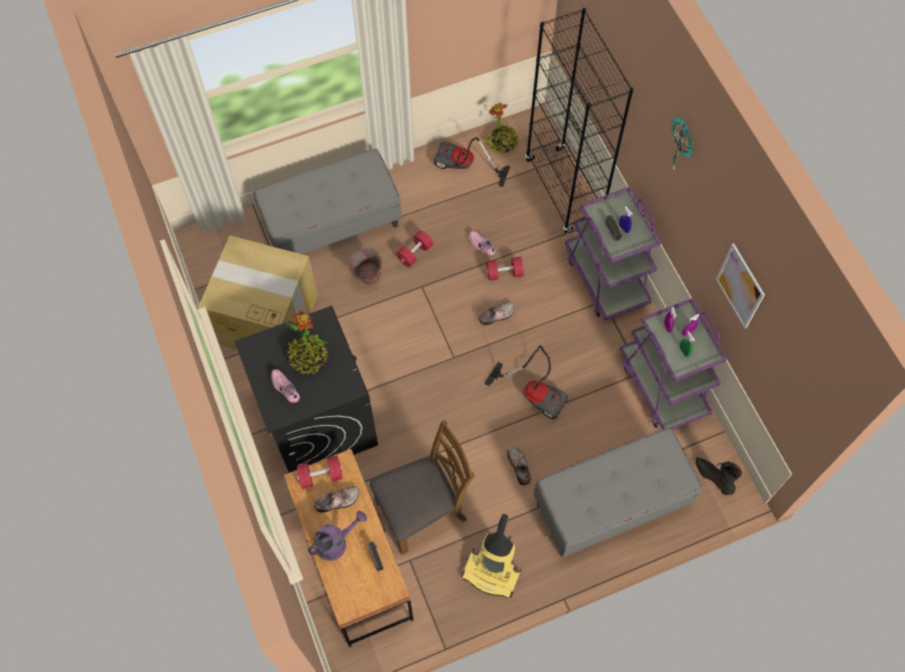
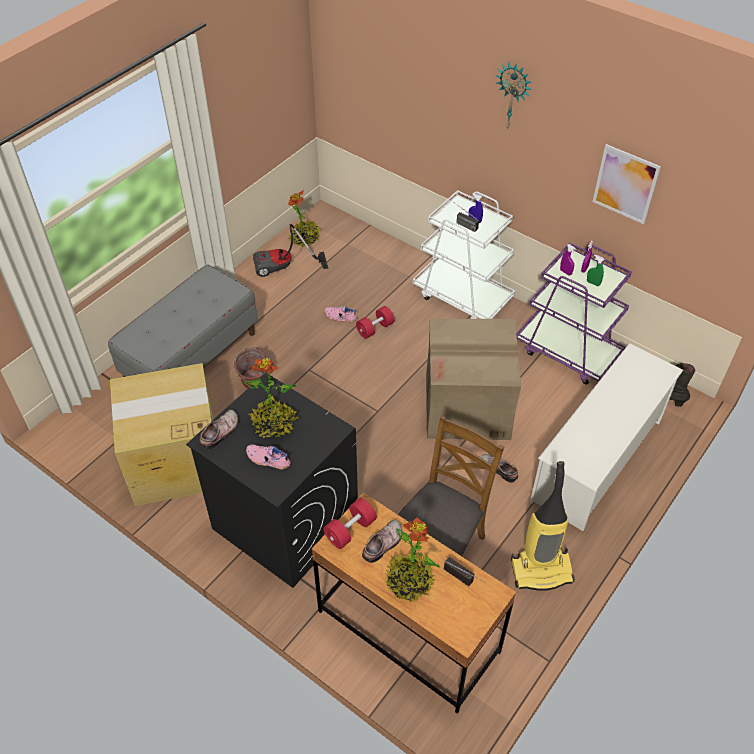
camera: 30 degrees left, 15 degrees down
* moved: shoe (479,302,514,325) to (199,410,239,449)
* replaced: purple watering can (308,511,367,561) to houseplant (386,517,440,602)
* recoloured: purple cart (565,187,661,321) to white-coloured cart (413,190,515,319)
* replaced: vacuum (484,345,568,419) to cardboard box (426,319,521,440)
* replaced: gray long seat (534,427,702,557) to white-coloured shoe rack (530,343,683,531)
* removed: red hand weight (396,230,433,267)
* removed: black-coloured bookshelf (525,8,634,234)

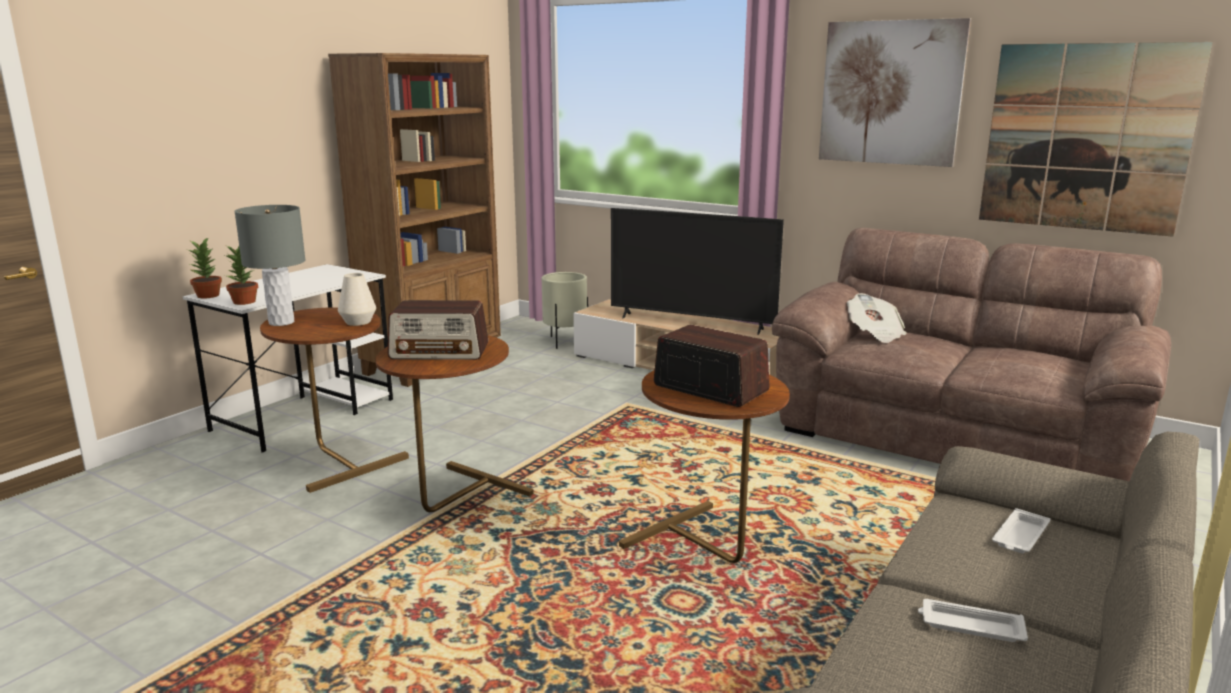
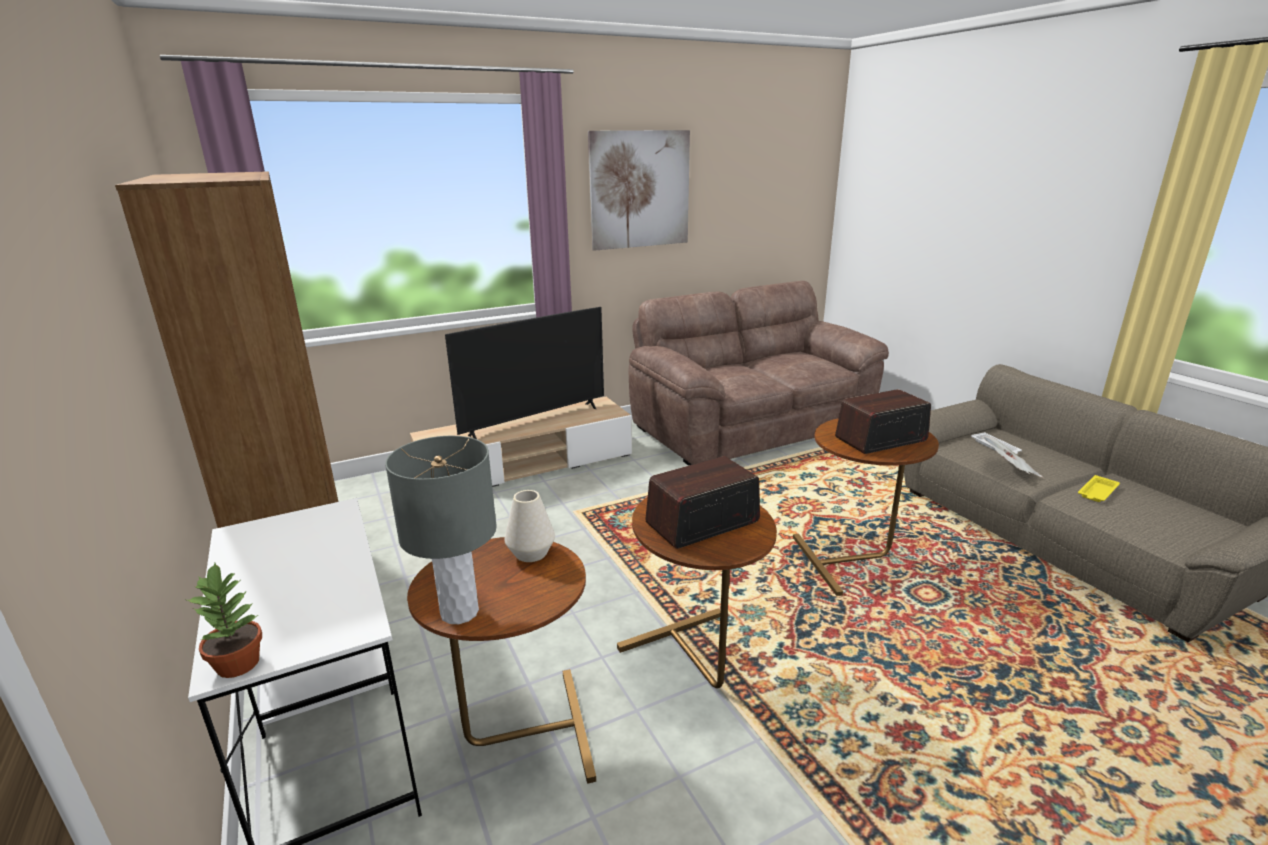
camera: 60 degrees left, 5 degrees up
* turned: radio set (388,300,488,360) = (645,456,760,549) 150 degrees counterclockwise
* moved: printed paper (847,293,907,343) to (982,436,1043,477)
* recoloured: white-coloured serving tray (918,599,1028,642) to yellowish serving tray (1078,475,1120,502)
* removed: houseplant (225,246,258,305)
* removed: sand-coloured flower pot (542,272,588,349)
* removed: wall picture (979,42,1213,237)

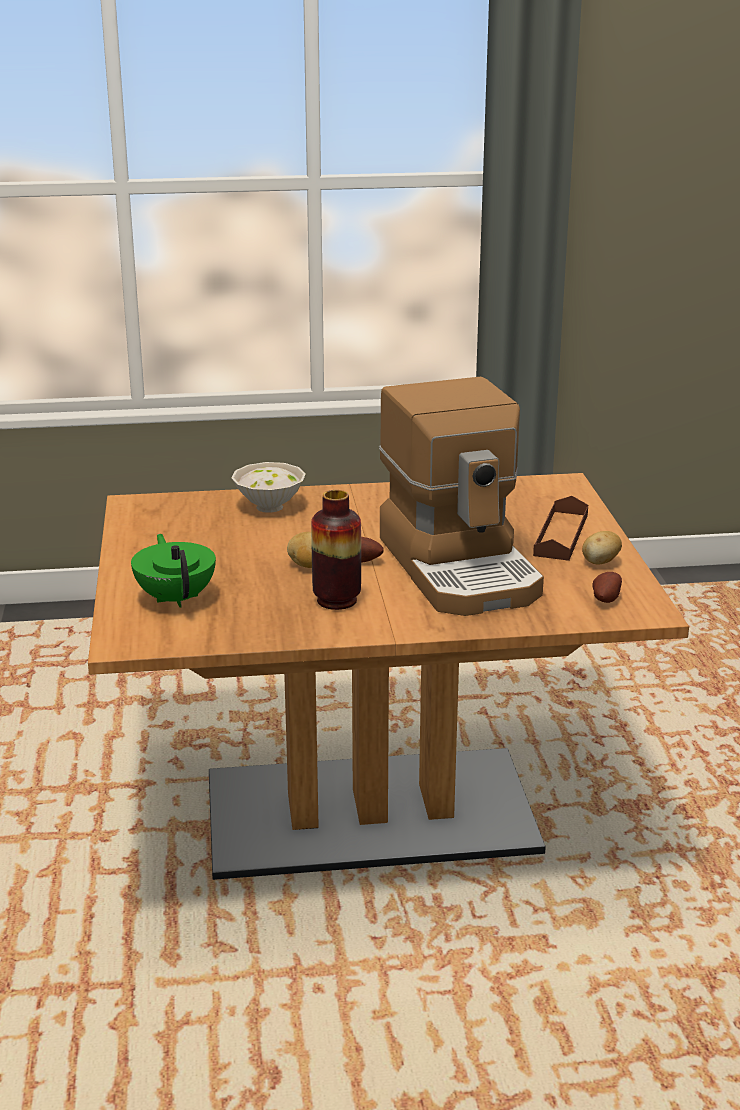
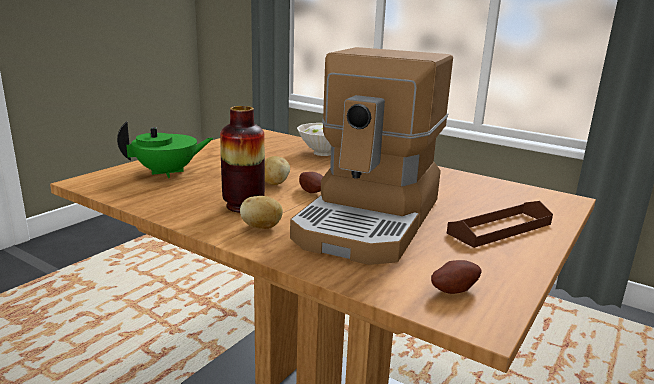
camera: 40 degrees right, 5 degrees down
* turned: green pot for tea (131,534,216,608) = (117,121,213,178) 45 degrees clockwise
* moved: potato (582,531,622,565) to (240,196,283,229)

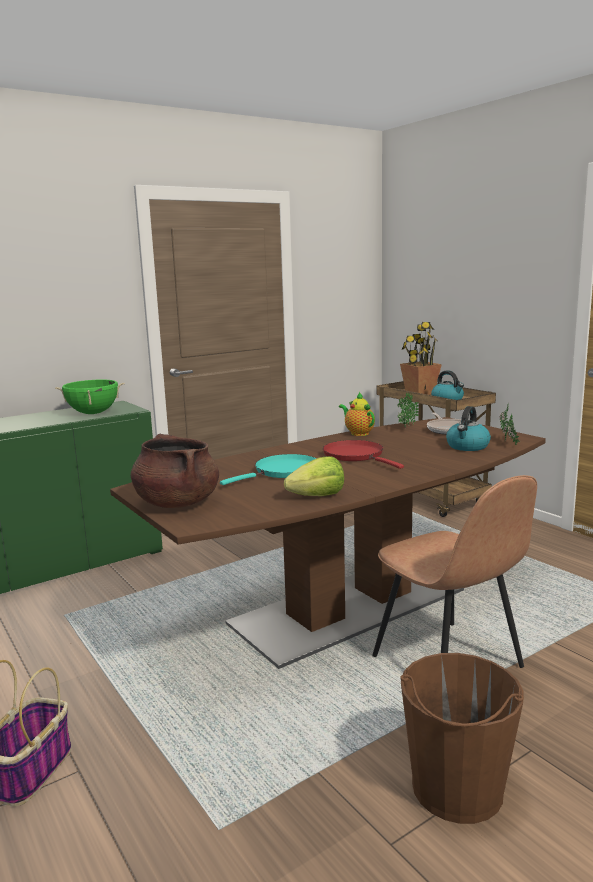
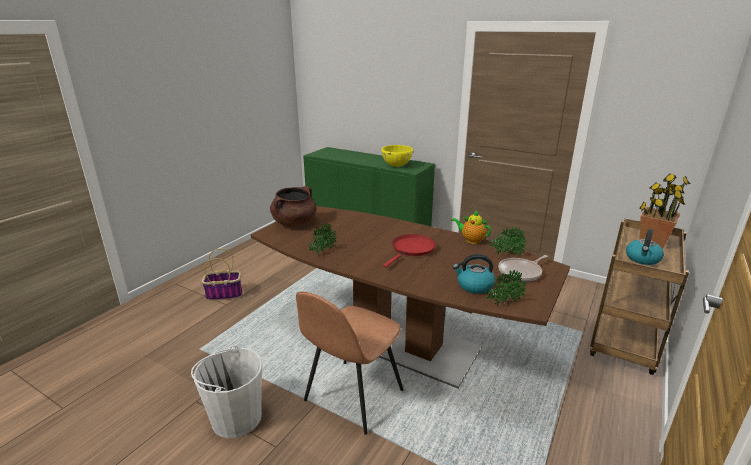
camera: 65 degrees right, 10 degrees up
* recoloured: brownish pail (400,653,524,824) to white-coloured pail (191,345,262,438)
* replaced: head of lettuce (284,456,344,496) to houseplant (308,224,337,256)
* recoloured: green stockpot (55,379,125,414) to yellowish stockpot (381,145,413,167)
* turned: pot for tea (339,392,375,436) = (451,211,491,244) 90 degrees counterclockwise
* removed: turquoise-coloured pan (220,454,317,485)

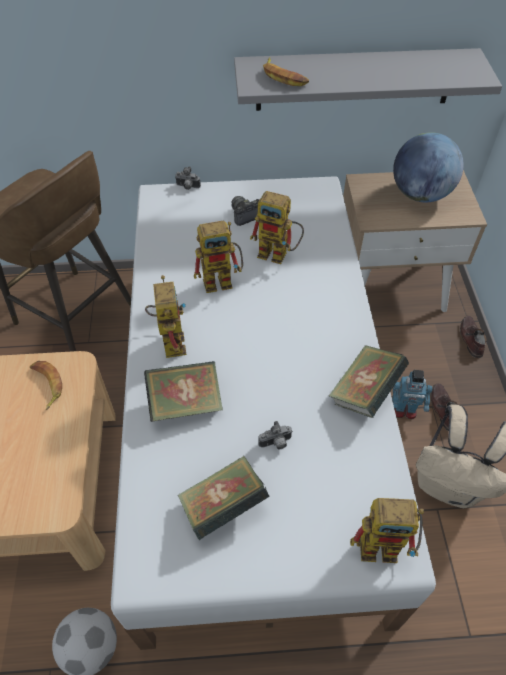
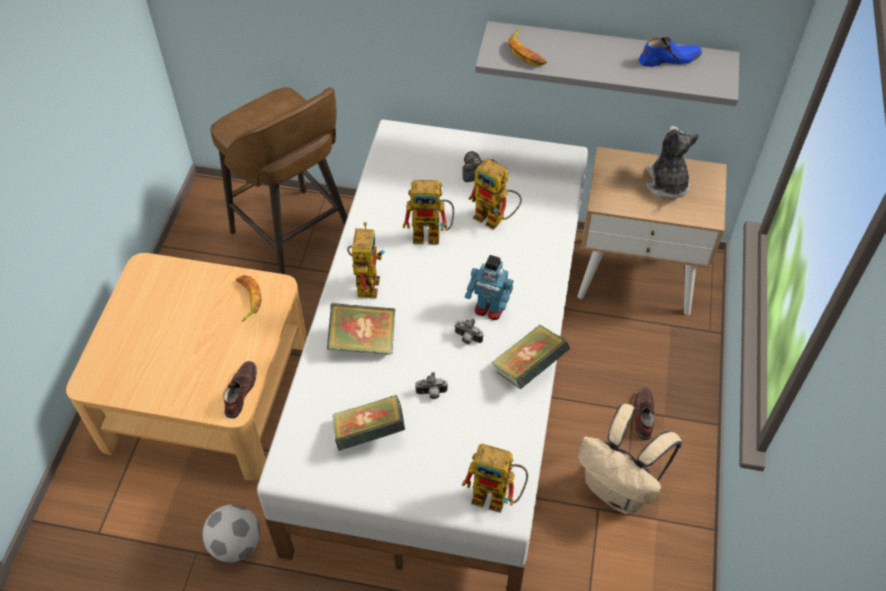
camera: 15 degrees right, 0 degrees up
* moved: brownish shoe (460,316,487,358) to (223,361,257,419)
* moved: photo camera (175,166,201,190) to (454,319,483,344)
* moved: model robot (392,370,432,419) to (465,255,513,320)
* added: bluish shoe (639,37,702,67)
* replaced: world globe (393,132,464,202) to cuddly toy (646,126,700,198)

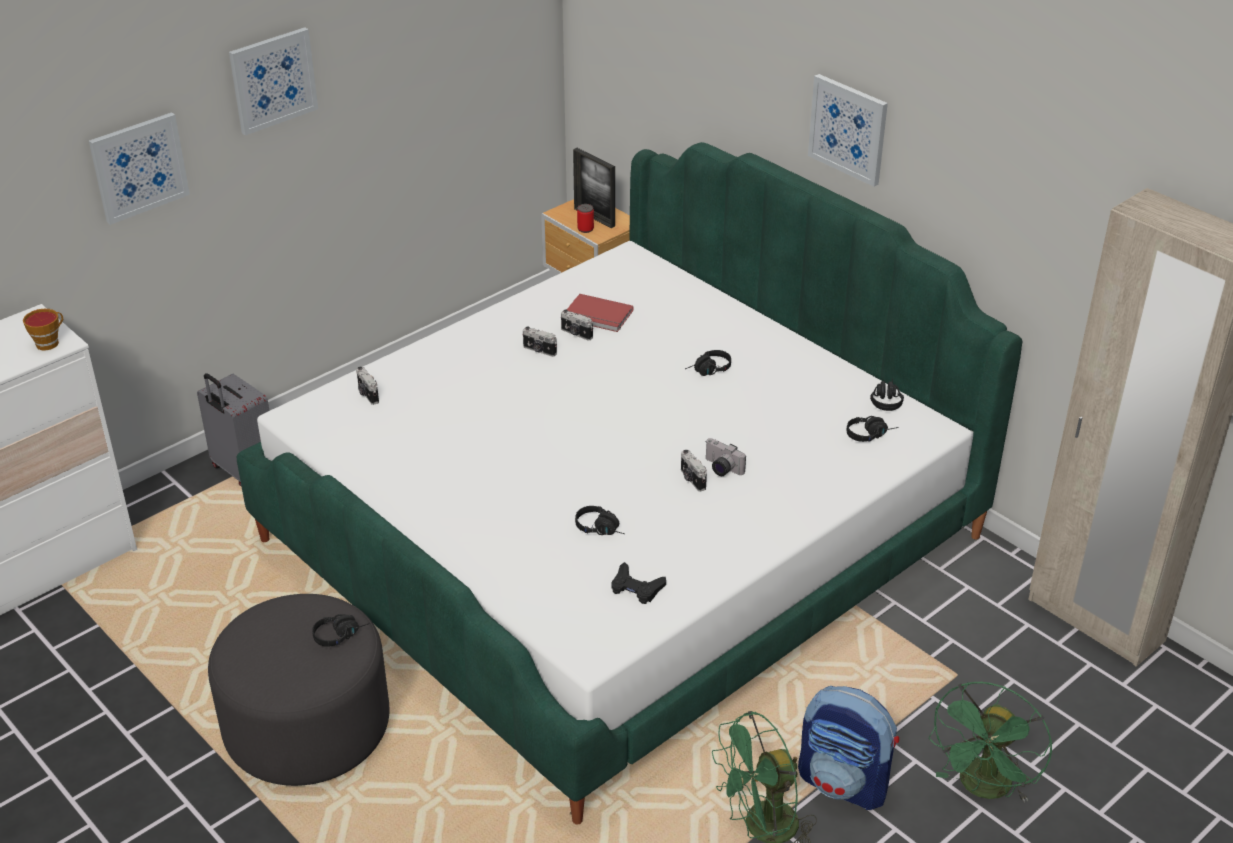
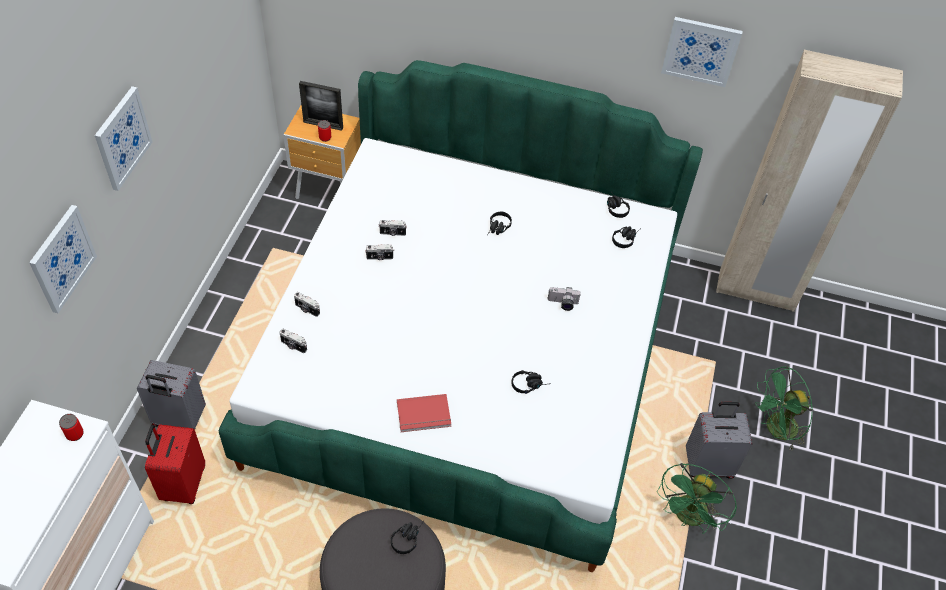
camera: 35 degrees left, 15 degrees up
* replaced: cup (23,309,63,350) to can (59,414,84,441)
* added: red travel case (145,424,205,504)
* moved: photo camera (681,450,707,492) to (294,292,320,317)
* moved: red volume (567,294,634,332) to (397,394,451,432)
* moved: wall picture (808,74,888,187) to (661,17,743,87)
* replaced: knapsack (798,686,899,810) to gray travel case (686,402,752,479)
* turned: green fan (928,682,1052,802) = (755,366,814,449) 75 degrees clockwise
* removed: black-coloured joypad (611,562,666,604)

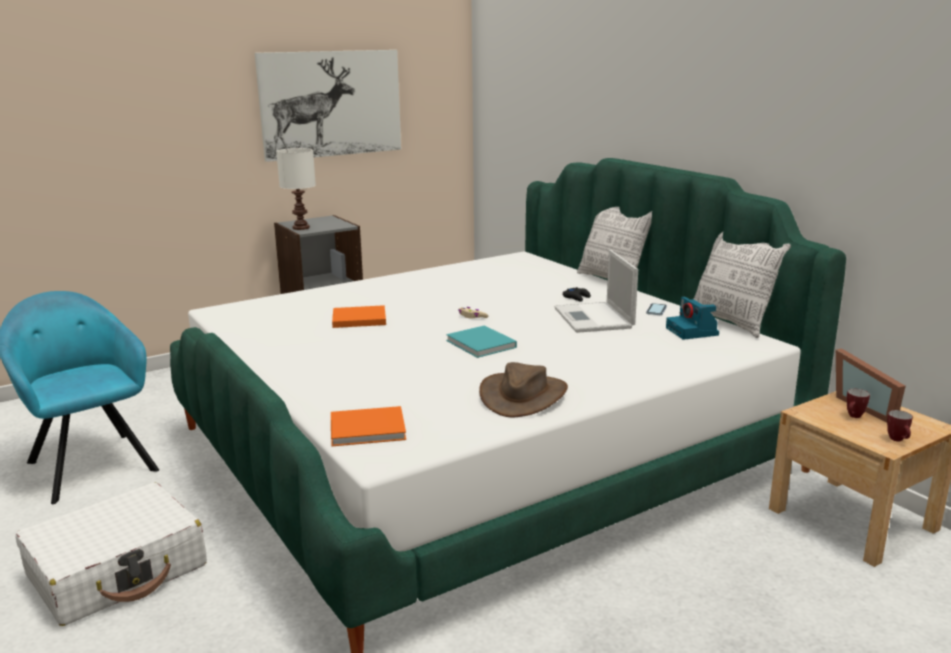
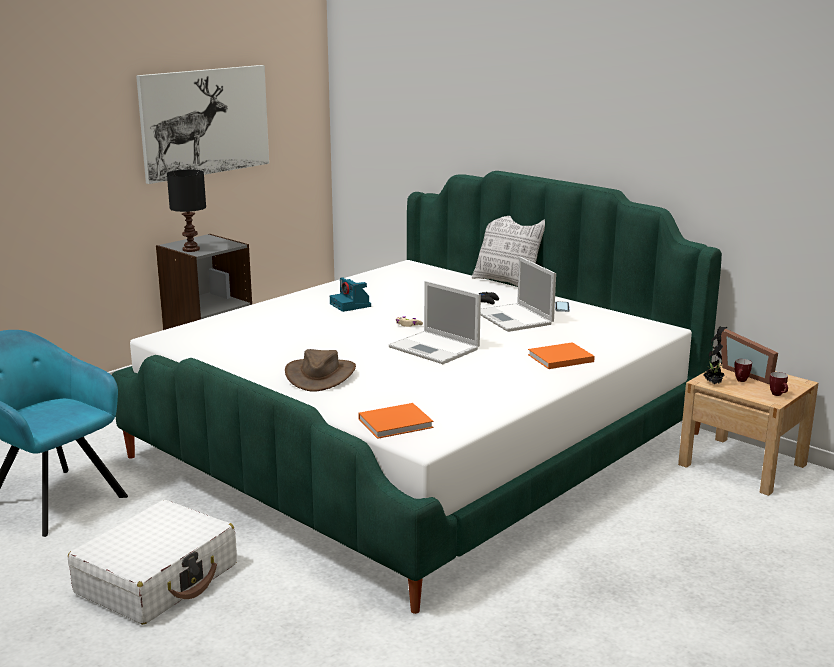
camera: 15 degrees left, 0 degrees up
* recoloured: white-coloured tabletop lamp (276,148,316,230) to black-coloured tabletop lamp (167,169,206,252)
* moved: brownish clothing hat (479,362,568,417) to (285,349,356,392)
* moved: photo camera (666,297,719,340) to (330,277,371,312)
* replaced: turquoise-coloured volume (446,325,517,358) to portable computer (389,281,481,364)
* moved: orange-coloured volume (332,305,386,328) to (528,342,595,369)
* added: houseplant (703,327,728,384)
* removed: throw pillow (694,232,791,338)

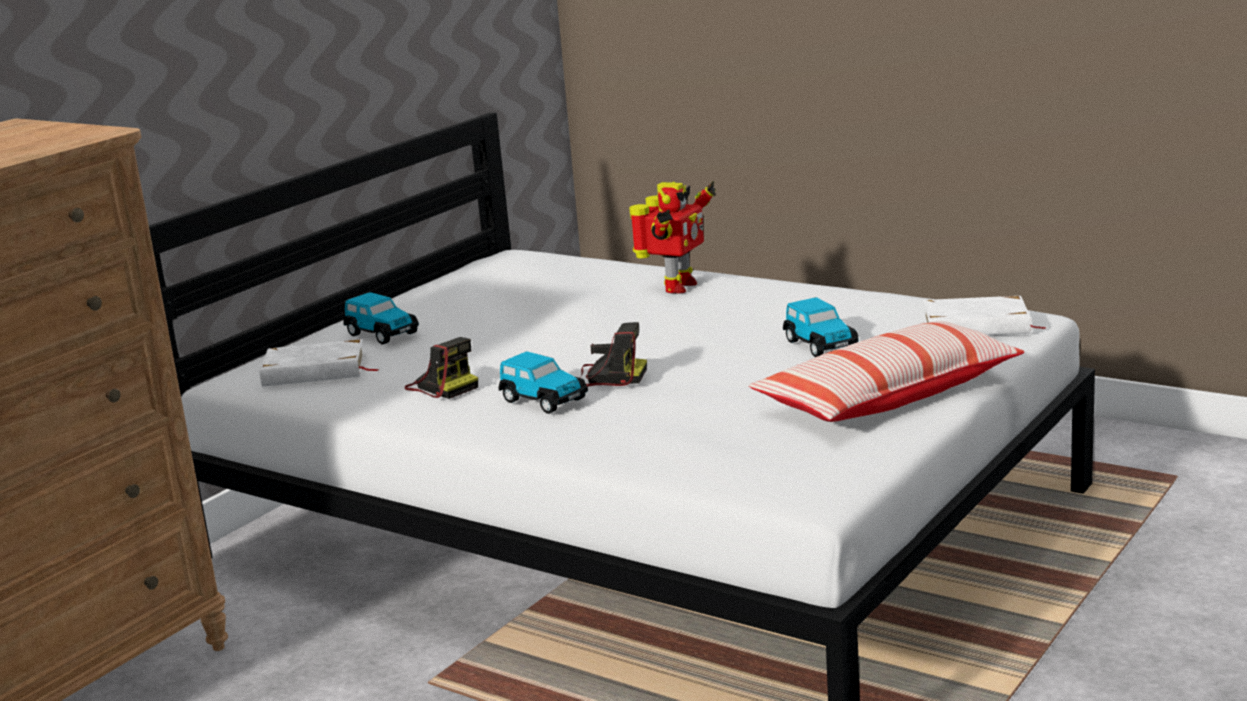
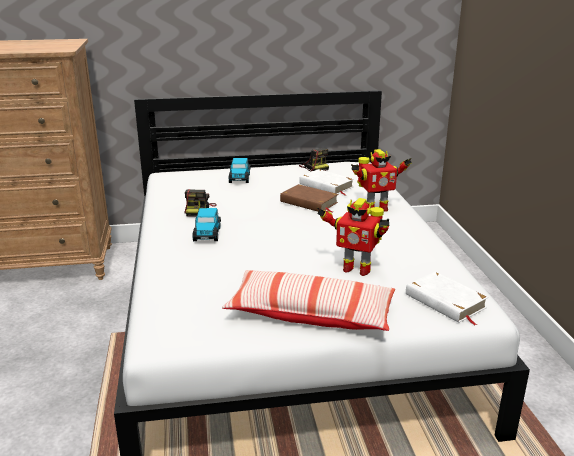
camera: 45 degrees right, 5 degrees up
* added: brownish volume (280,184,339,212)
* moved: photo camera (579,322,647,386) to (299,148,329,171)
* moved: white-coloured volume (259,339,379,387) to (299,169,354,196)
* replaced: model car (783,297,859,357) to model robot (317,198,389,276)

